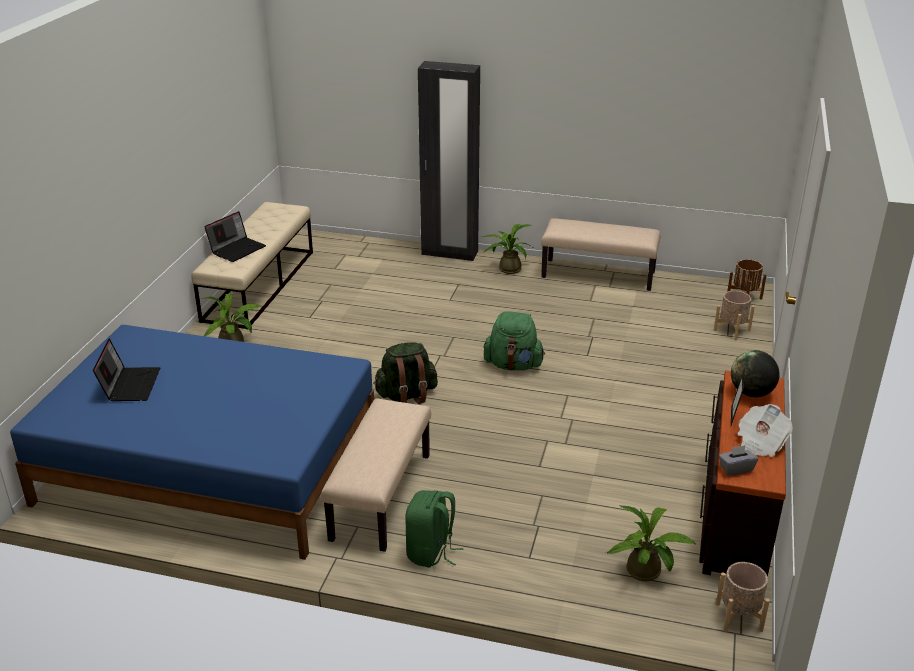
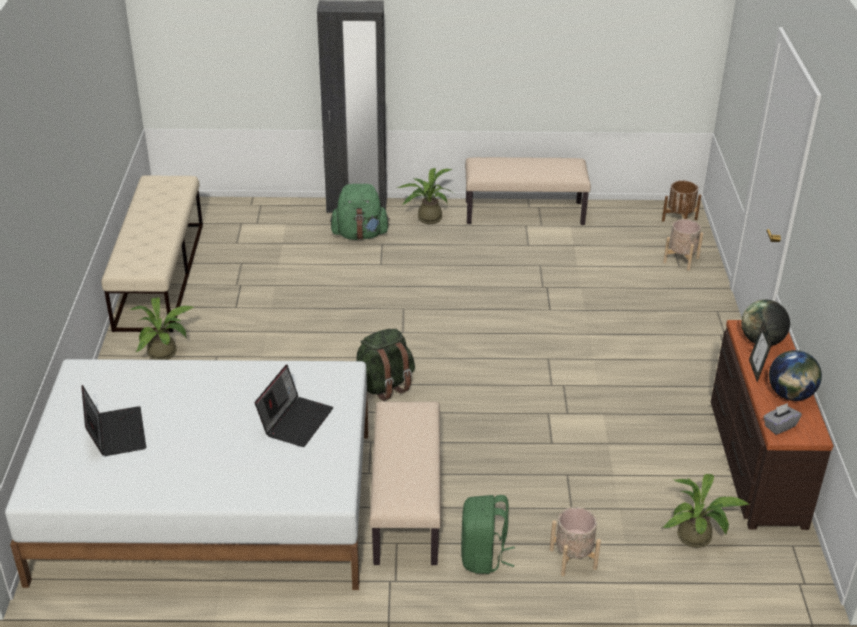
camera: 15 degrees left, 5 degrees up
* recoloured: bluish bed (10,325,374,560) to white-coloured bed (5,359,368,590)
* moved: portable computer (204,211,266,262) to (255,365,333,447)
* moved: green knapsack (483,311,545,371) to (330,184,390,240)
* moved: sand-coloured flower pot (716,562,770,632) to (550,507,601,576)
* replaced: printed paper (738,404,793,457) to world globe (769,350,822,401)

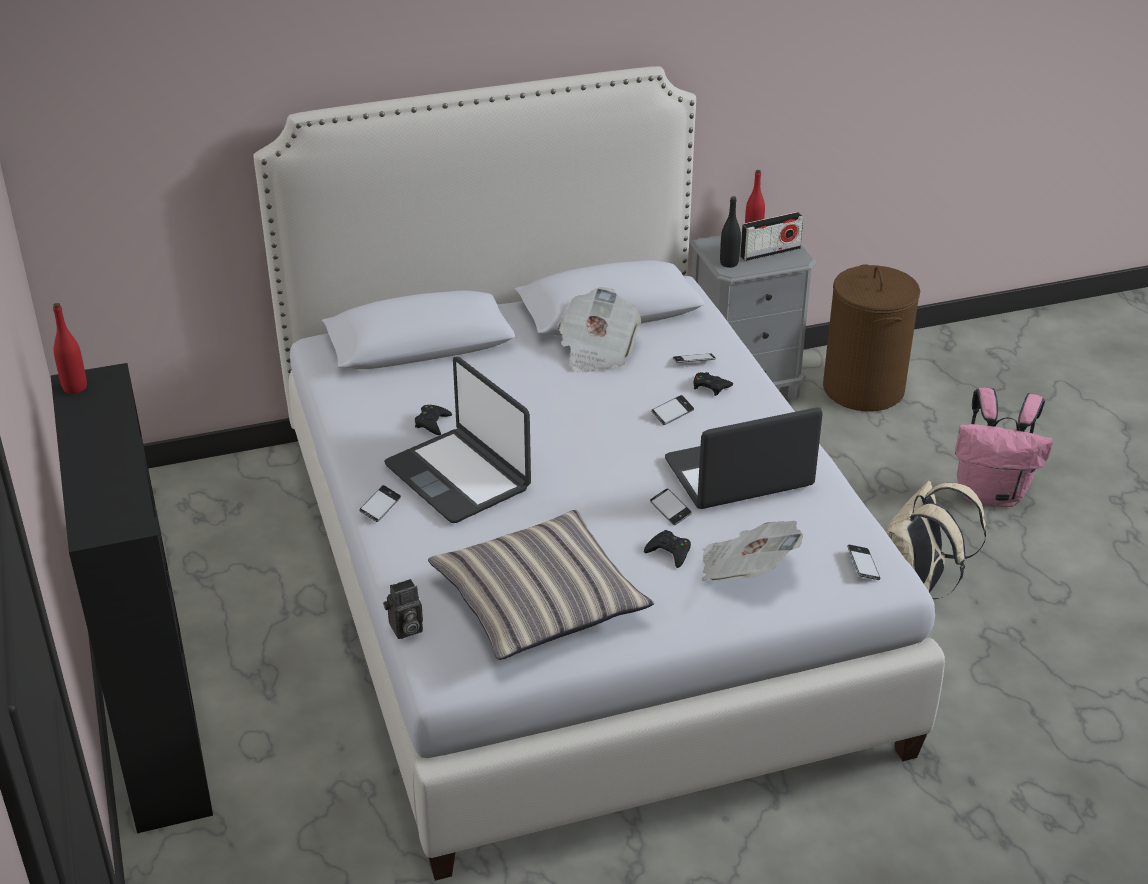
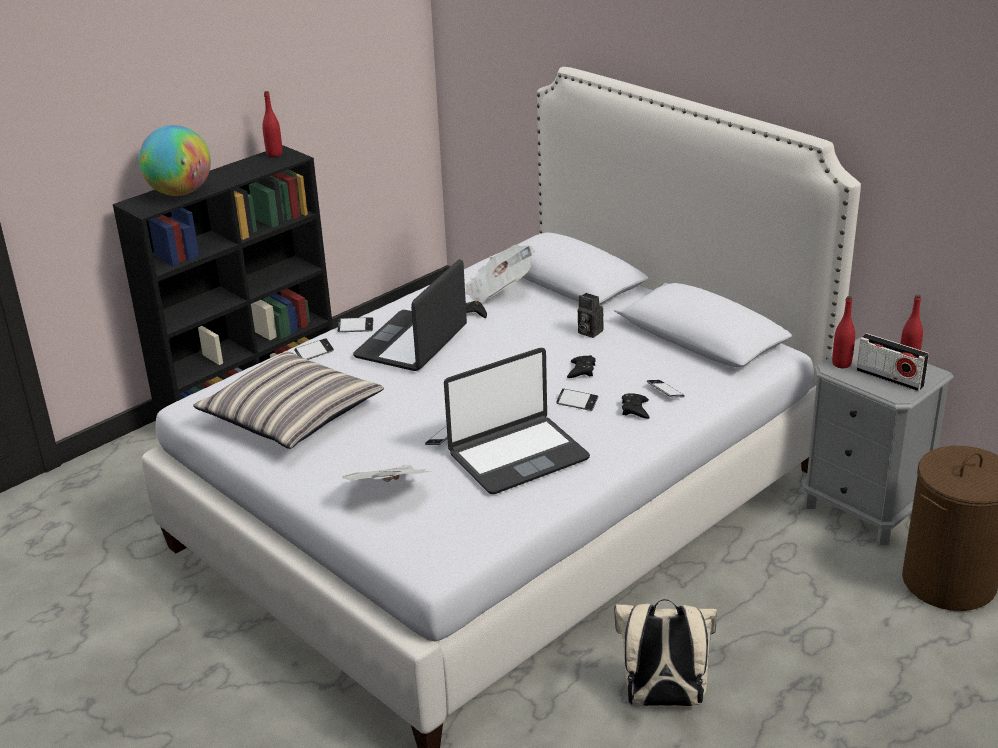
camera: 65 degrees right, 5 degrees down
* added: world globe (139,125,211,196)
* moved: handset (847,545,880,580) to (294,338,334,360)
* turned: portable computer (665,407,822,509) = (444,348,590,494) 105 degrees clockwise
* moved: printed paper (558,287,641,373) to (465,244,535,301)
* moved: black-coloured joypad (644,530,691,568) to (567,355,596,378)
* moved: photo camera (383,579,423,639) to (578,293,604,338)
* recoloured: black-coloured drink bottle (720,196,741,268) to red drink bottle (832,296,855,368)
* removed: pinkish knapsack (955,388,1053,507)

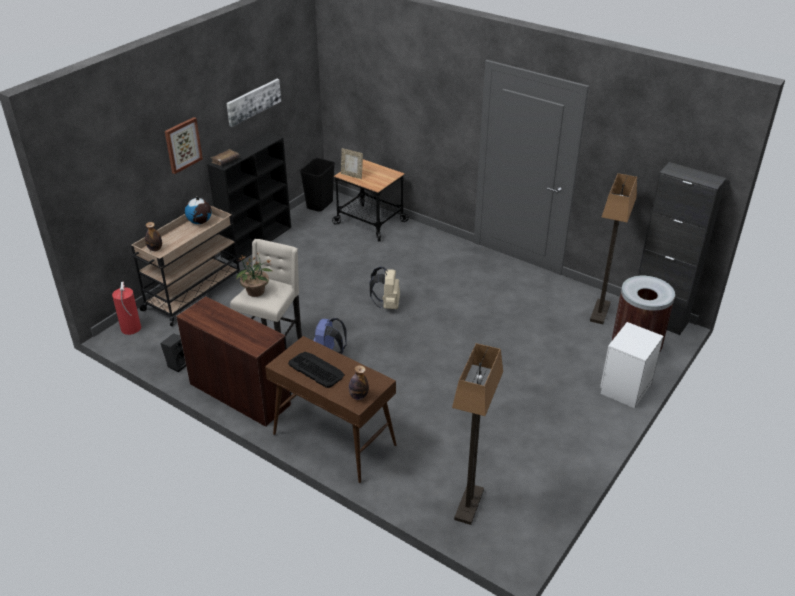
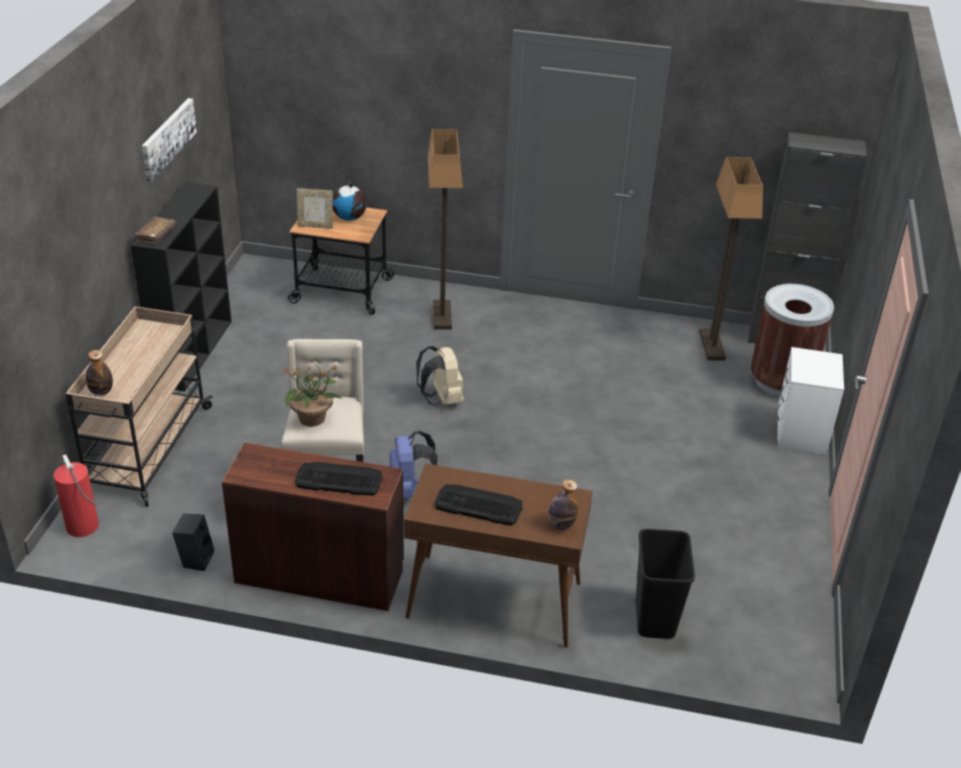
camera: 25 degrees left, 0 degrees up
* added: PC keyboard (295,462,383,496)
* moved: world globe (185,196,212,224) to (333,182,367,221)
* moved: standard lamp (452,343,503,525) to (428,129,463,330)
* moved: black-coloured rubbish bin (300,158,335,212) to (636,529,695,639)
* removed: wall picture (165,117,203,174)

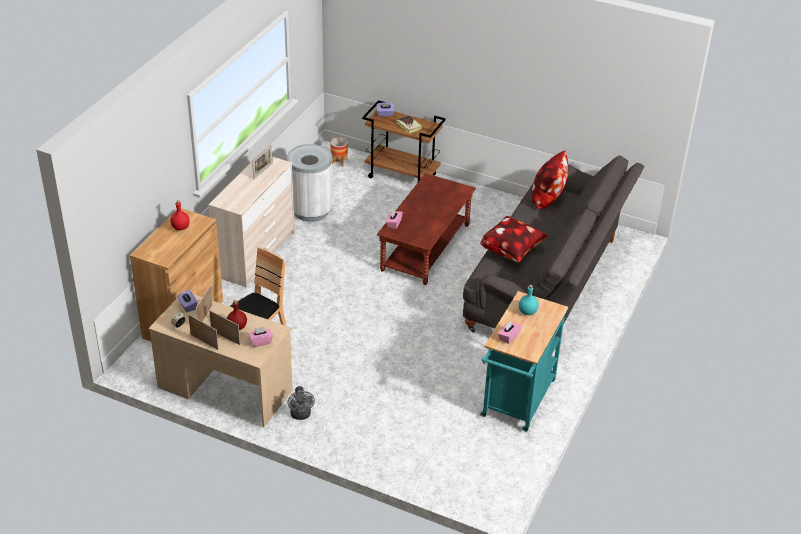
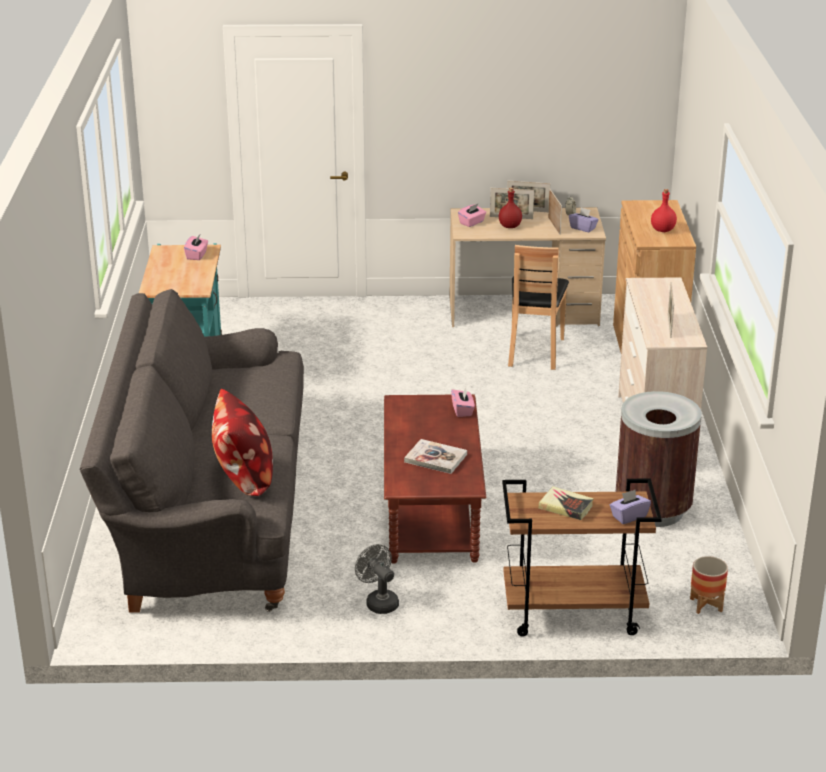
camera: 155 degrees right, 10 degrees down
* moved: gray fan (287,386,315,420) to (355,544,399,614)
* added: volume (404,439,467,474)
* recoloured: white-coloured rubbish bin (287,144,333,222) to brownish rubbish bin (616,391,702,527)
* removed: throw pillow (481,216,548,263)
* removed: turquoise-coloured drink bottle (519,285,539,315)

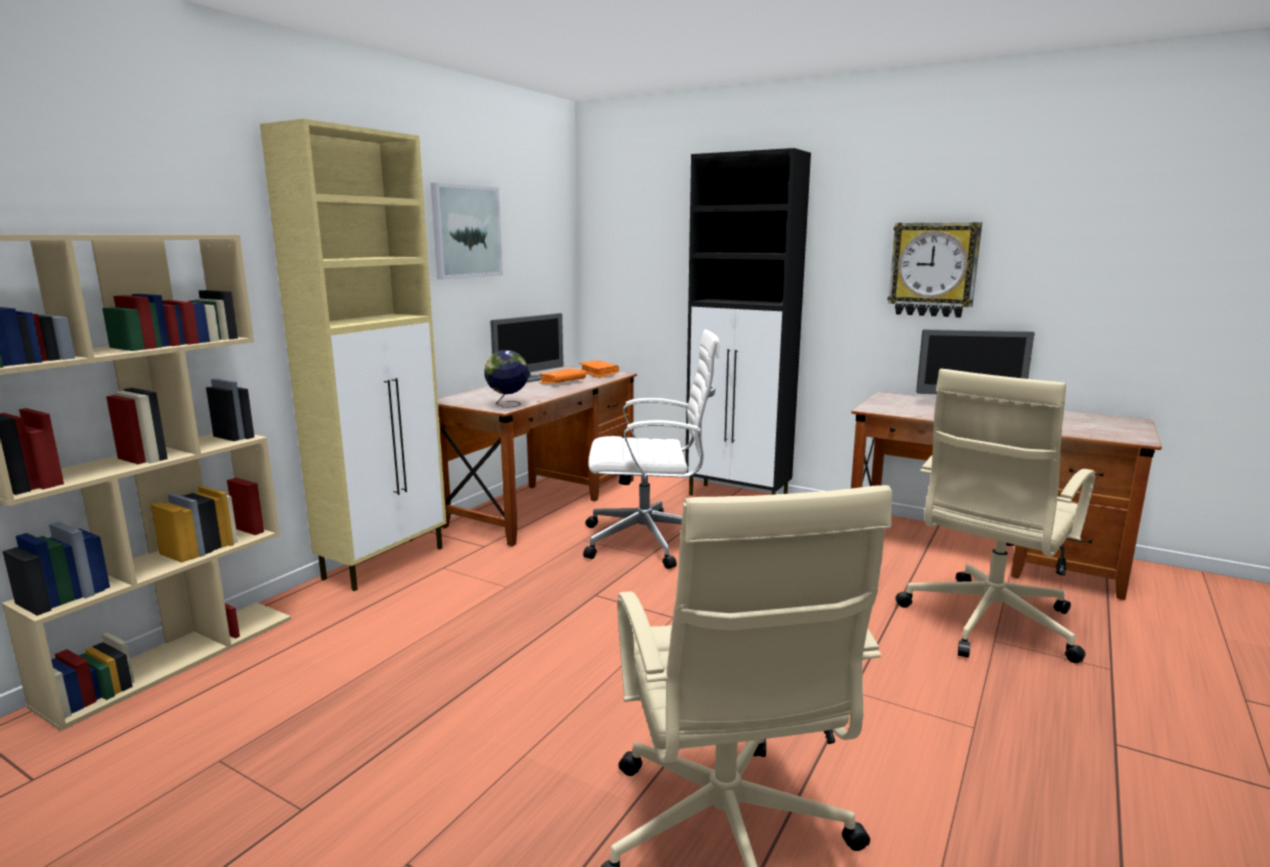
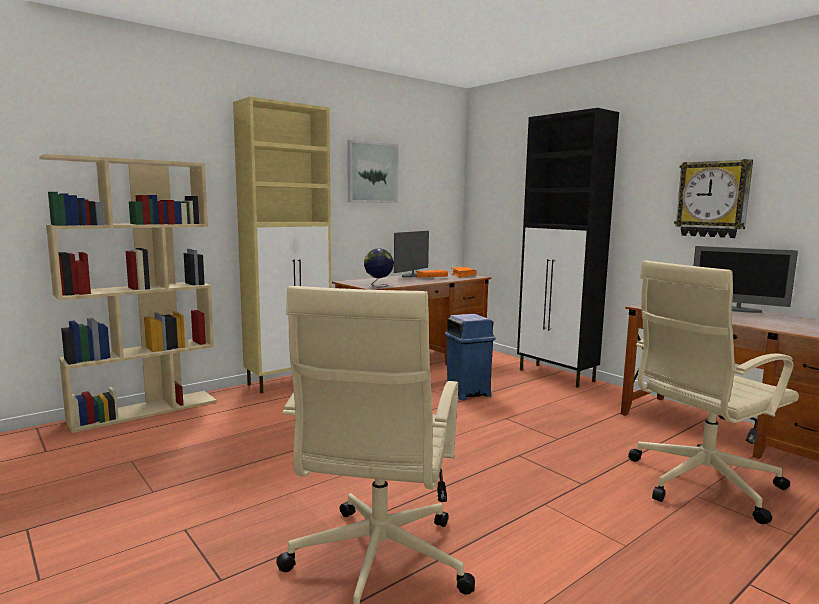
camera: 20 degrees right, 5 degrees down
* turned: computer screen (490,313,564,382) = (394,231,429,277) 150 degrees clockwise
* replaced: white-coloured computer chair (583,329,720,569) to bluish rubbish bin (445,314,496,400)

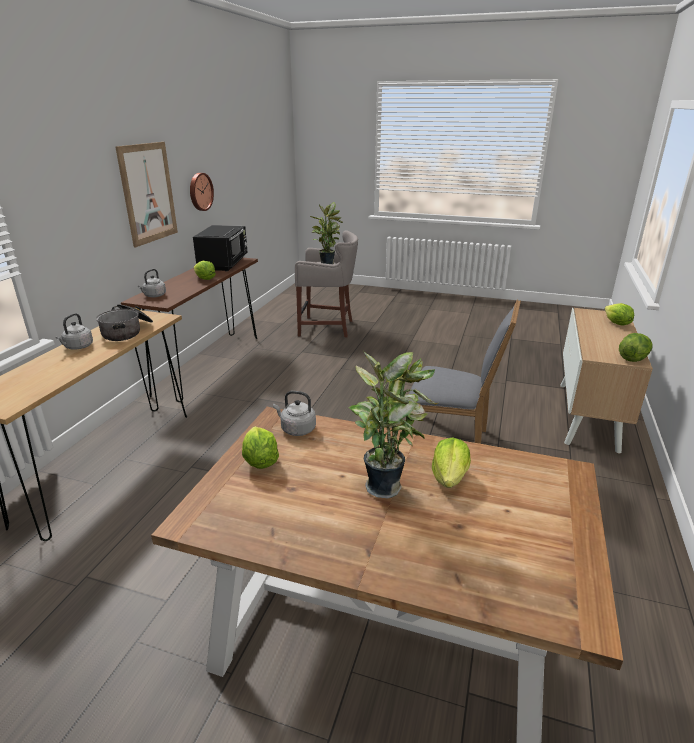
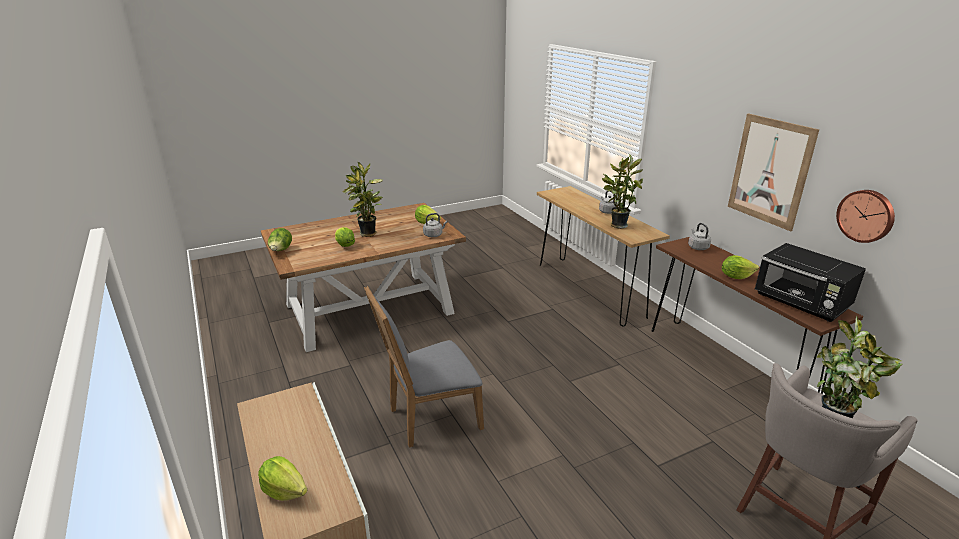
camera: 135 degrees right, 0 degrees up
* moved: head of lettuce (619,333,652,362) to (268,228,292,251)
* replaced: stockpot (96,304,153,341) to houseplant (602,154,643,229)

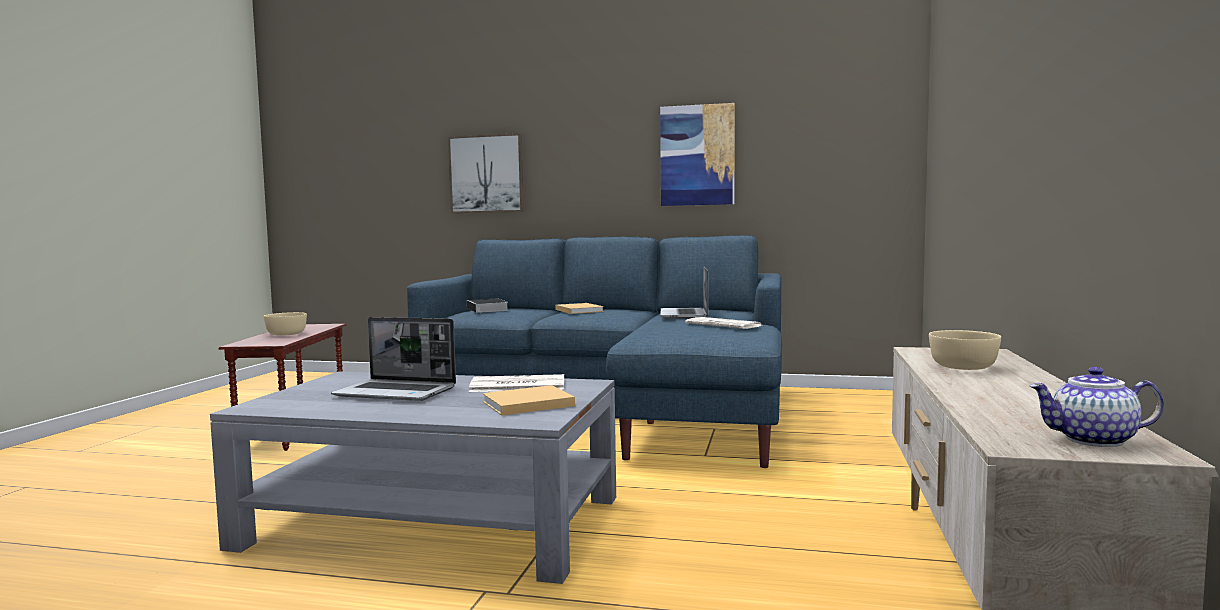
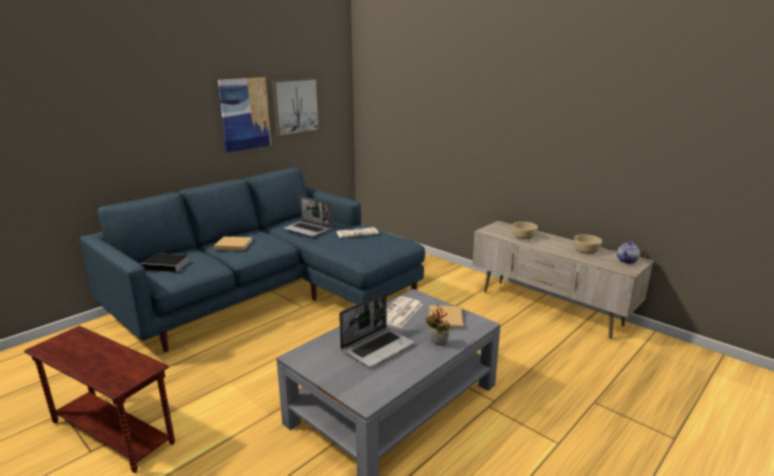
camera: 60 degrees left, 15 degrees up
* moved: wall picture (448,133,524,213) to (272,78,320,137)
* added: houseplant (425,304,450,346)
* moved: sand-coloured serving bowl (264,312,307,336) to (574,234,602,254)

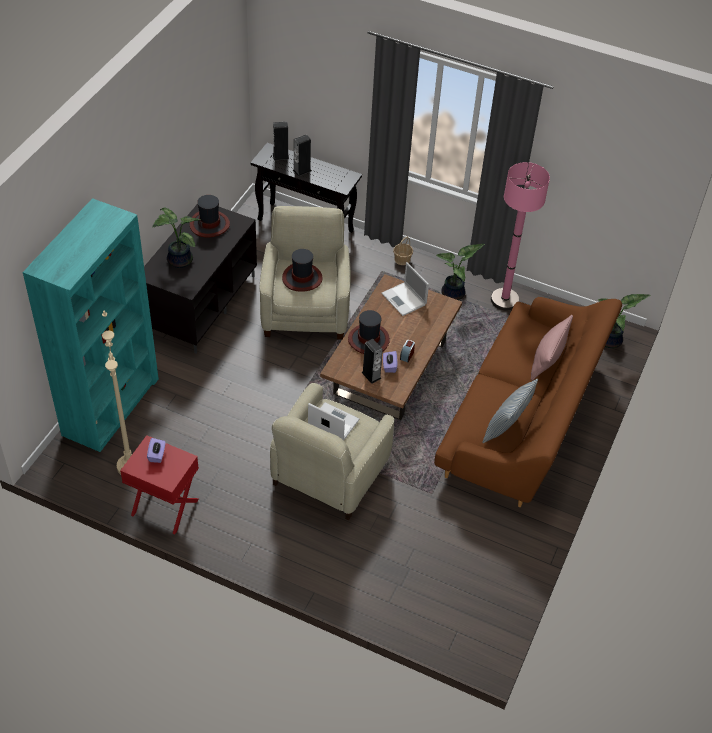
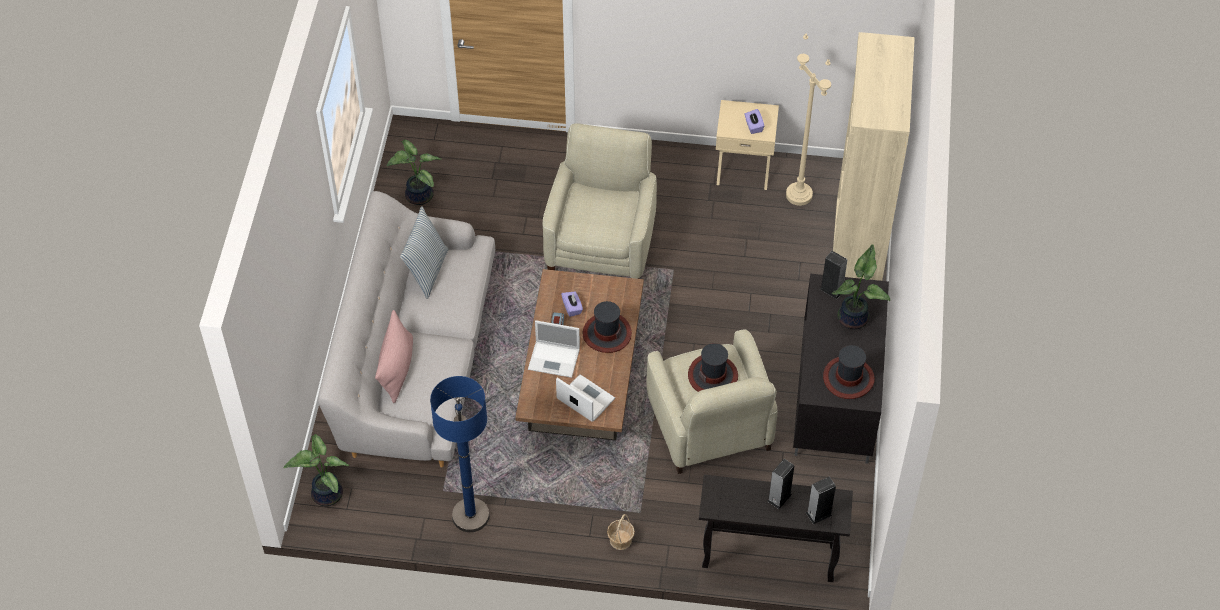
camera: 165 degrees right, 5 degrees up
* recoloured: brownish sofa (434,297,622,507) to gray sofa (318,191,495,468)
* moved: houseplant (436,244,485,300) to (386,140,441,205)
* recoloured: pinkish standard lamp (491,162,550,310) to bluish standard lamp (430,376,490,532)
* moved: portable computer (308,402,359,440) to (528,320,580,378)
* recoloured: red bedside table (120,435,199,534) to sand-coloured bedside table (716,100,779,190)
* moved: speaker (361,339,383,384) to (820,251,848,299)
* recoloured: turquoise-coloured bookshelf (23,198,159,452) to sand-coloured bookshelf (833,32,915,281)

